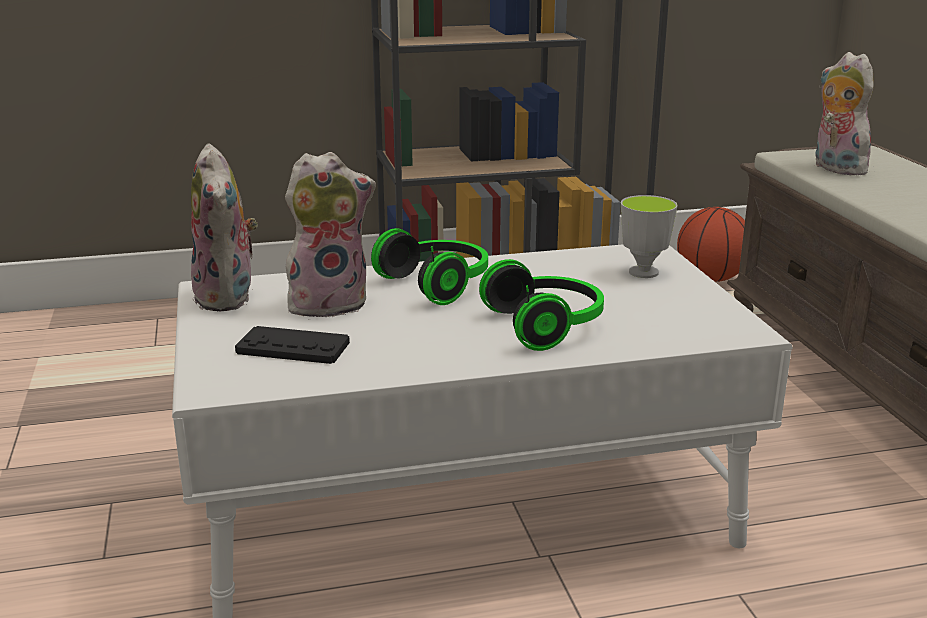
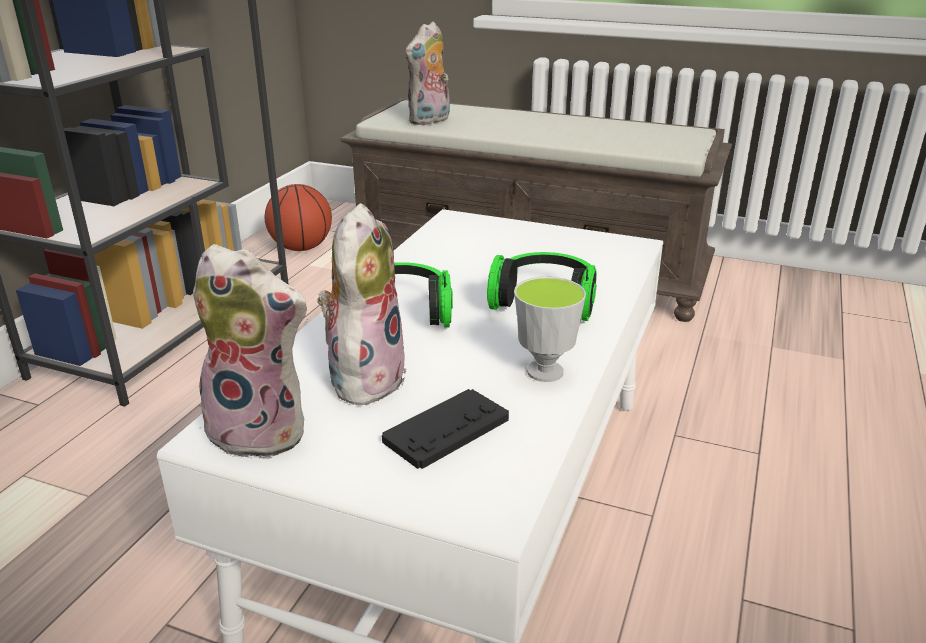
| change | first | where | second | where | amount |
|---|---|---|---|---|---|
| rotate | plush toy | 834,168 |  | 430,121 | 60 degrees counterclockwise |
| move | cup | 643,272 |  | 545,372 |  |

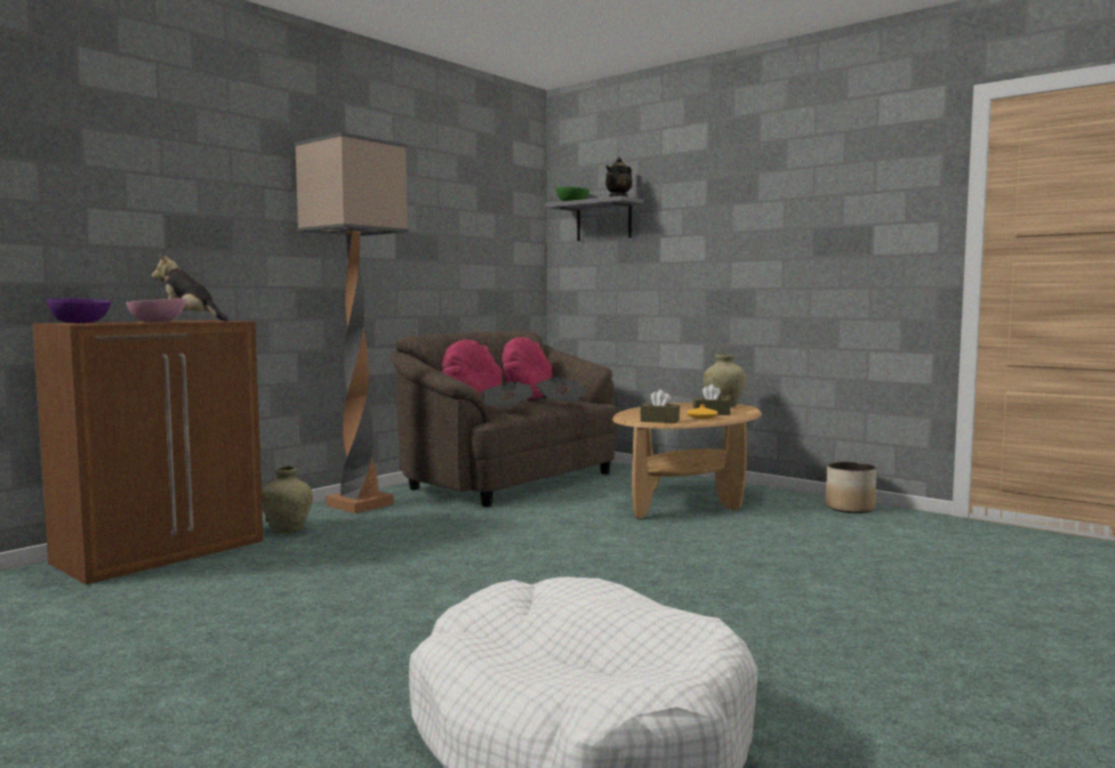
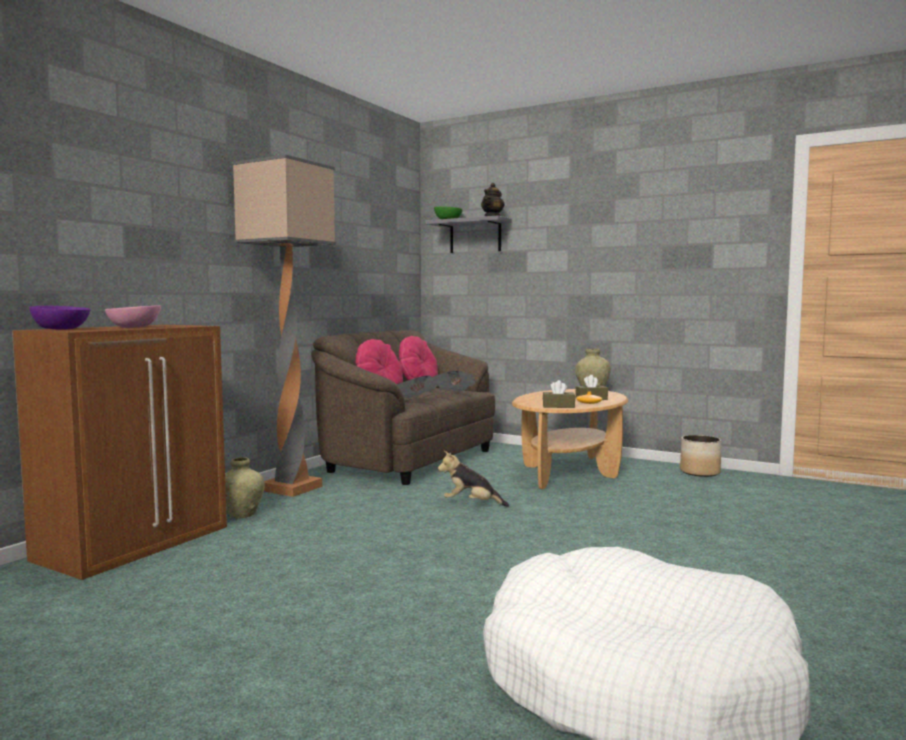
| change | first | where | second | where | amount |
|---|---|---|---|---|---|
| move | plush toy | 191,321 |  | 471,504 |  |

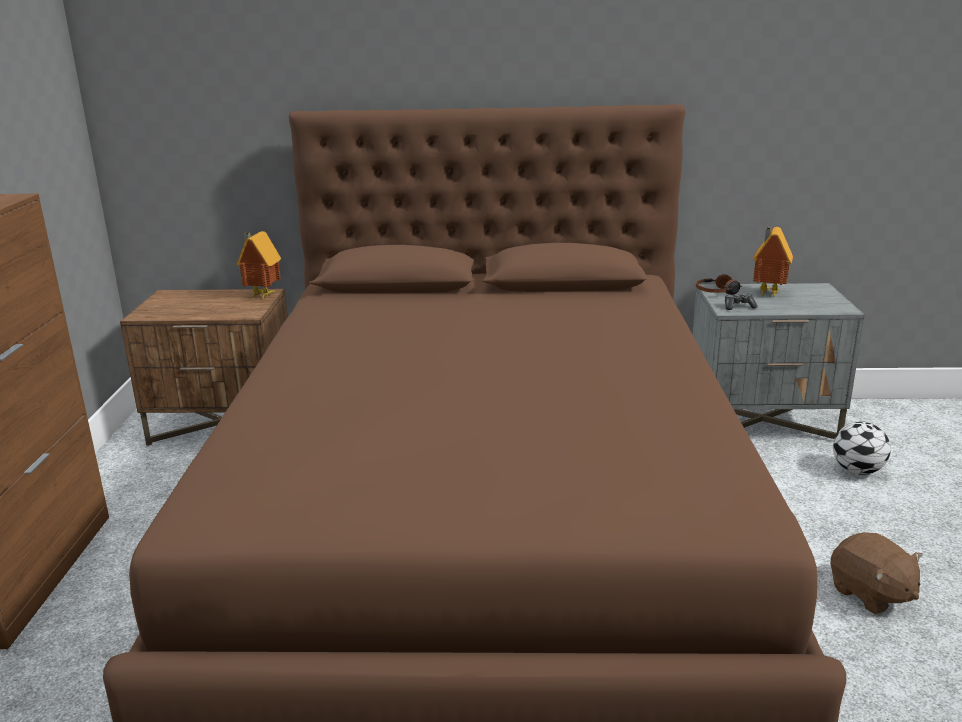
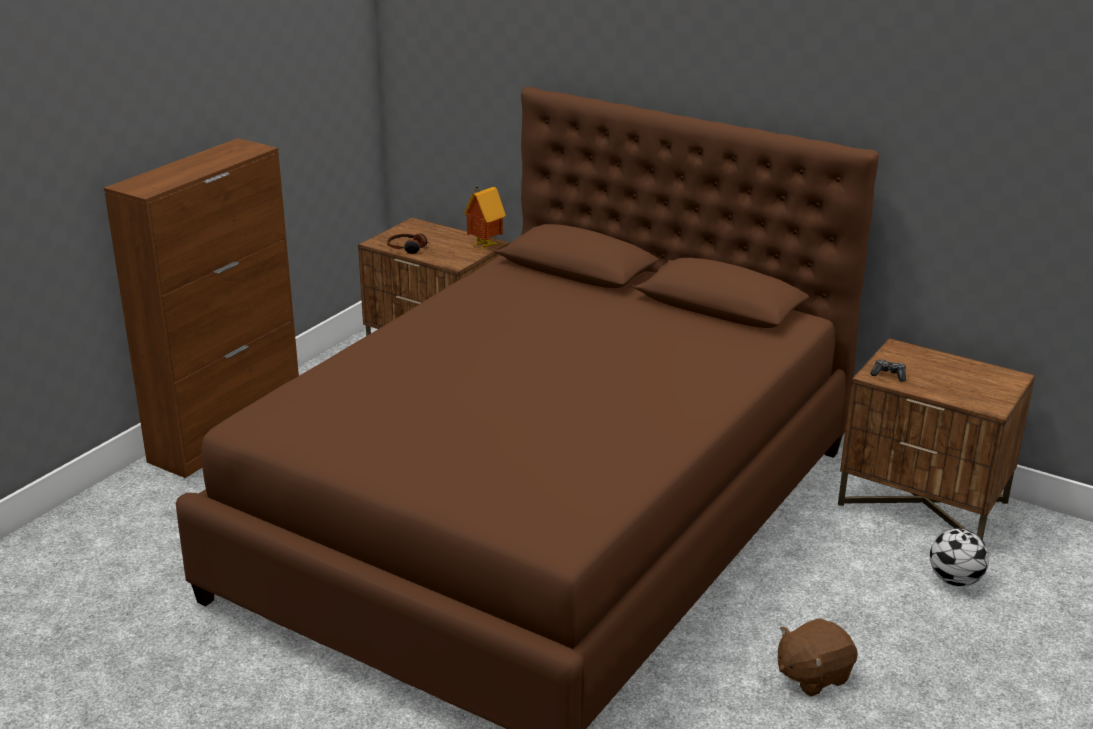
| change | first | where | second | where | amount |
|---|---|---|---|---|---|
| delete | toy house | 766,293 |  |  |  |
| move | headphones | 718,292 |  | 408,248 |  |
| recolor | nightstand/grey | 762,422 | nightstand/brown | 924,504 |  |
| rotate | plush toy/brown | 871,594 |  | 812,675 | 60 degrees clockwise |

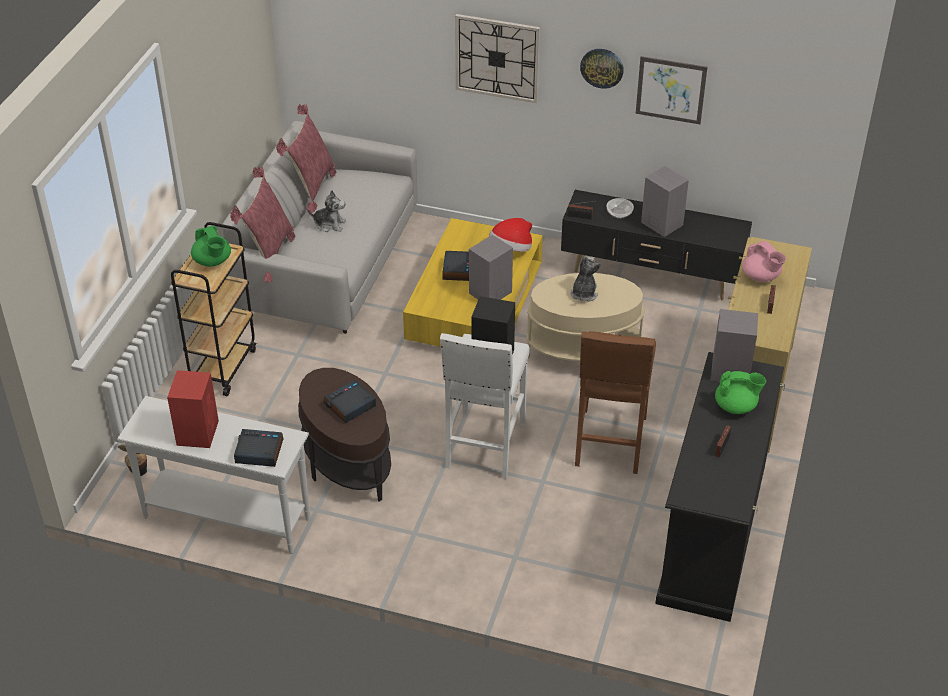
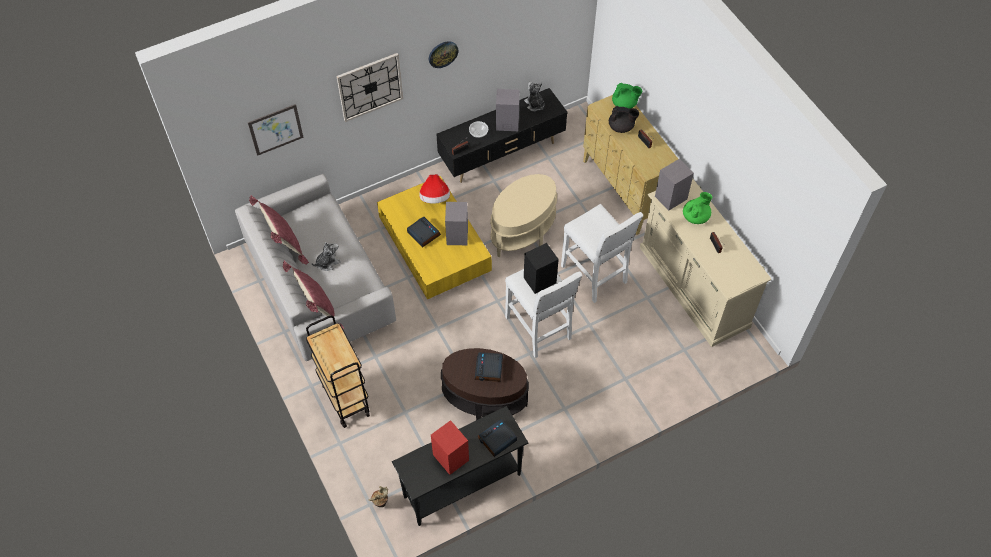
| change | first | where | second | where | amount |
|---|---|---|---|---|---|
| move | picture | 671,90 |  | 275,129 |  |
| move | teapot/green | 212,261 |  | 624,104 |  |
| recolor | teapot/pink | 761,276 | teapot/black | 621,127 |  |
| move | plush toy | 584,293 |  | 534,104 |  |
| recolor | stool/brown | 609,442 | stool/white | 595,275 |  |
| recolor | cabinet/black | 712,533 | cabinet/beige | 694,287 |  |
| recolor | console table/white | 225,519 | console table/black | 462,487 |  |

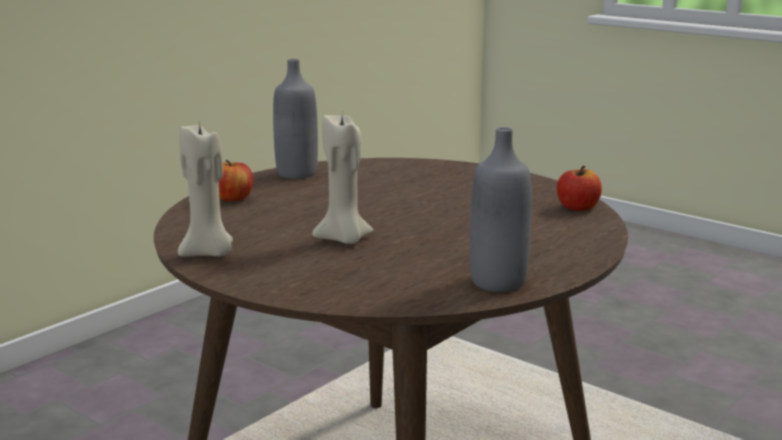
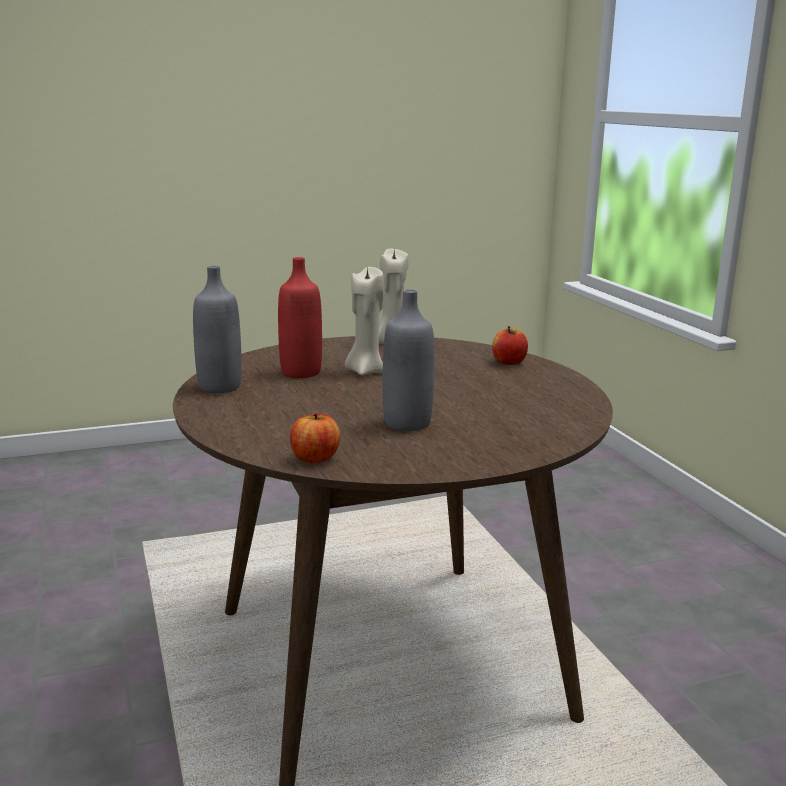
| change | first | where | second | where | amount |
|---|---|---|---|---|---|
| move | bottle/grey | 297,173 |  | 407,423 |  |
| insert |  |  | bottle/red | 301,372 |  |

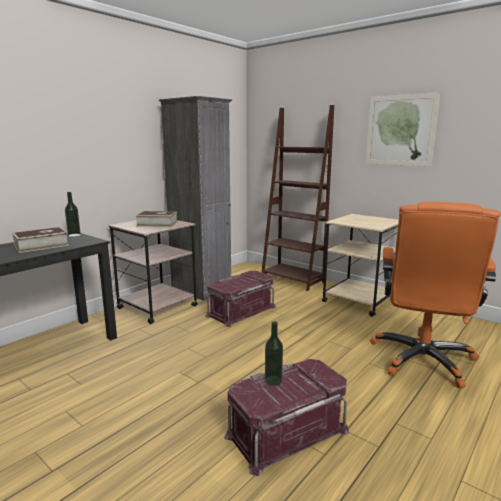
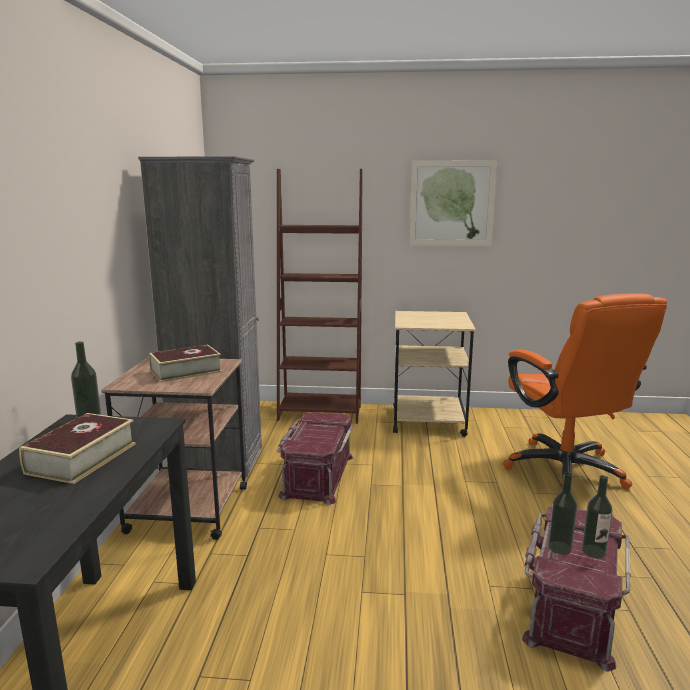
| change | first | where | second | where | amount |
|---|---|---|---|---|---|
| insert |  |  | bottle | 593,551 |  |

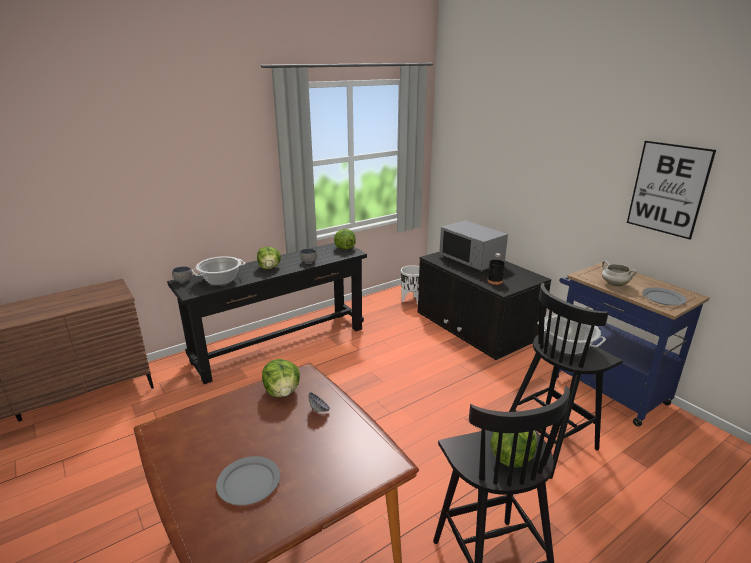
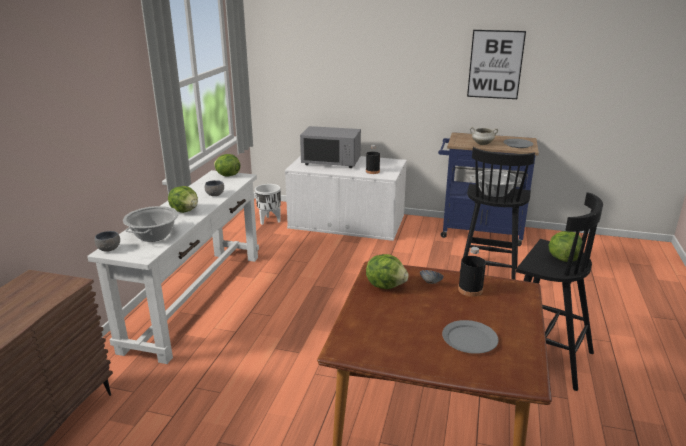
| change | first | where | second | where | amount |
|---|---|---|---|---|---|
| recolor | console table/black | 280,344 | console table/white | 197,299 |  |
| recolor | cabinet/black | 476,325 | cabinet/white | 347,222 |  |
| insert |  |  | bottle/black | 470,290 |  |

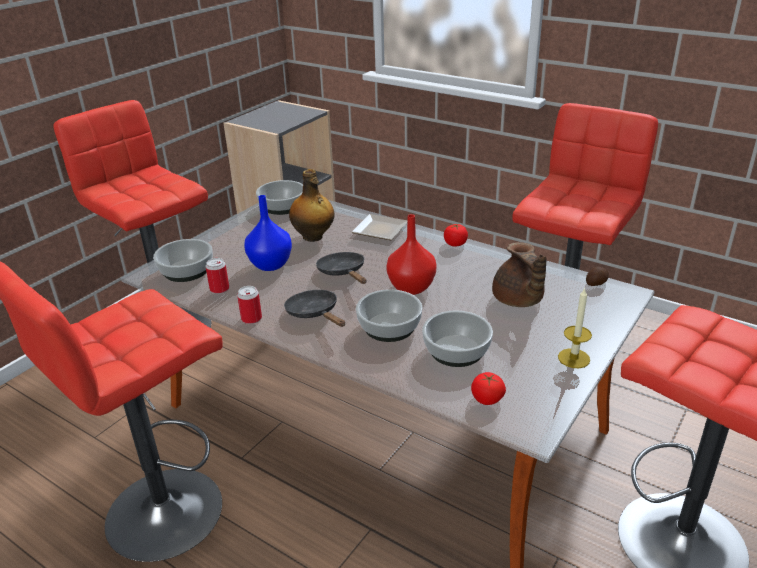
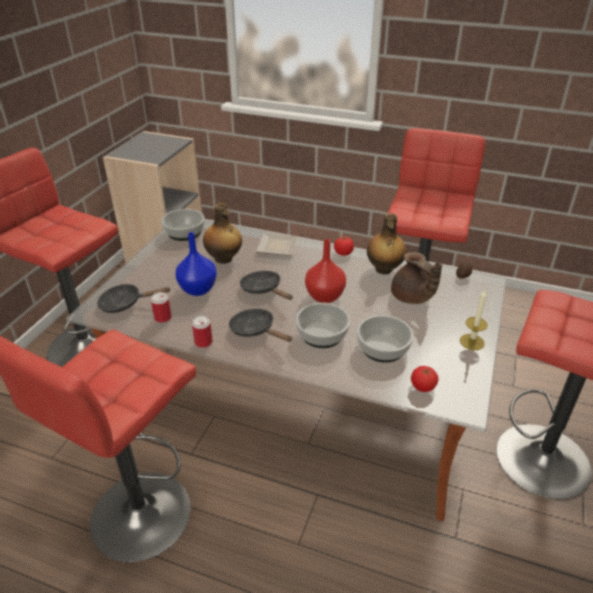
| change | first | where | second | where | amount |
|---|---|---|---|---|---|
| replace | bowl | 187,270 | frying pan/black | 125,303 |  |
| insert |  |  | bottle | 384,269 |  |

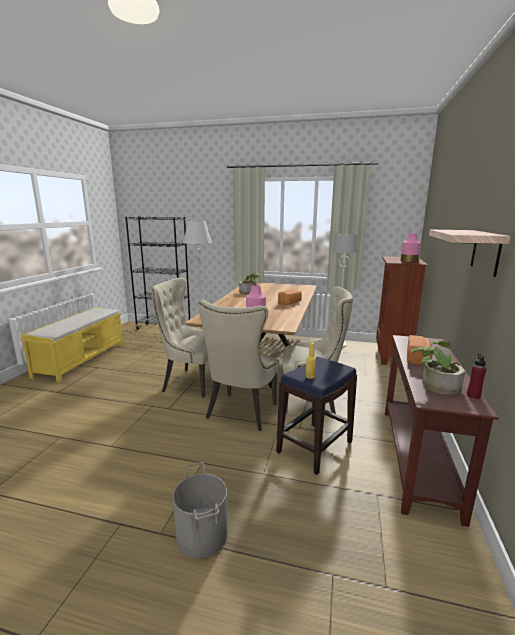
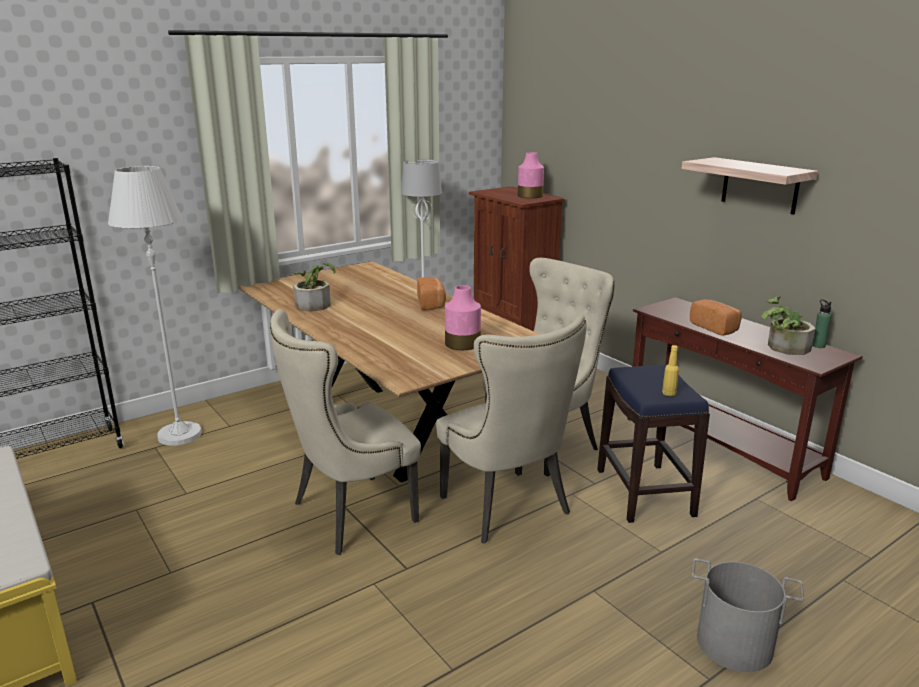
| change | first | where | second | where | amount |
|---|---|---|---|---|---|
| recolor | bottle/red | 473,396 | bottle/green | 818,345 |  |

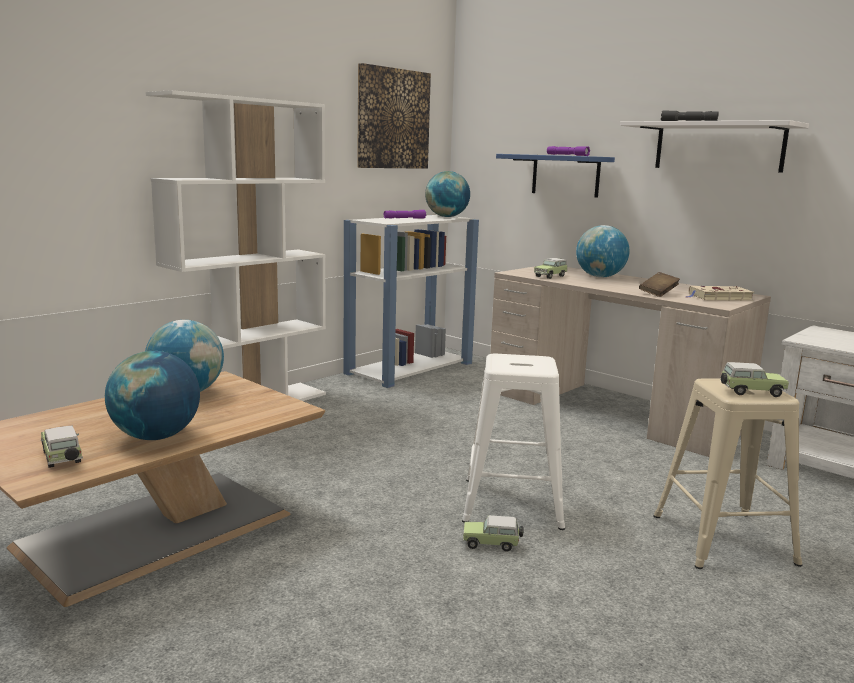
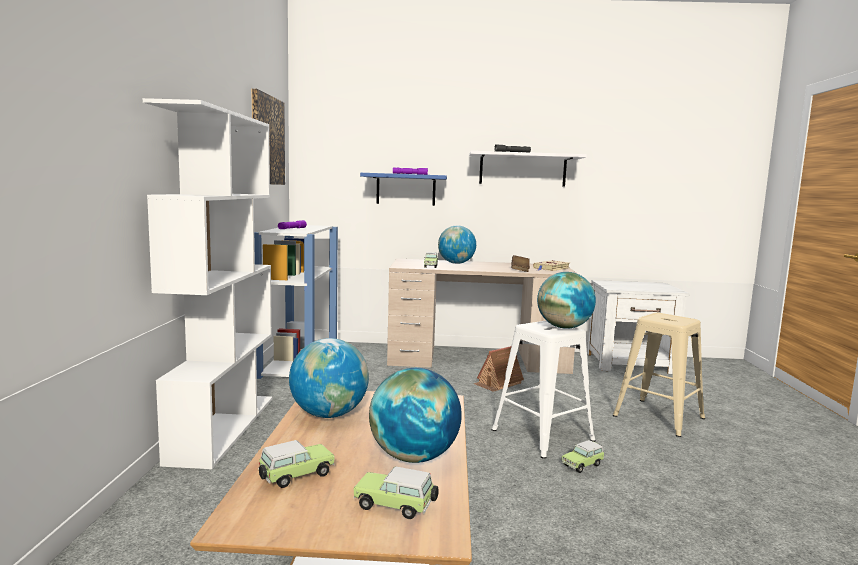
| change | first | where | second | where | amount |
|---|---|---|---|---|---|
| move | globe | 447,217 |  | 564,327 |  |
| move | toy car | 750,392 |  | 294,476 |  |
| insert |  |  | toy house | 498,383 |  |

